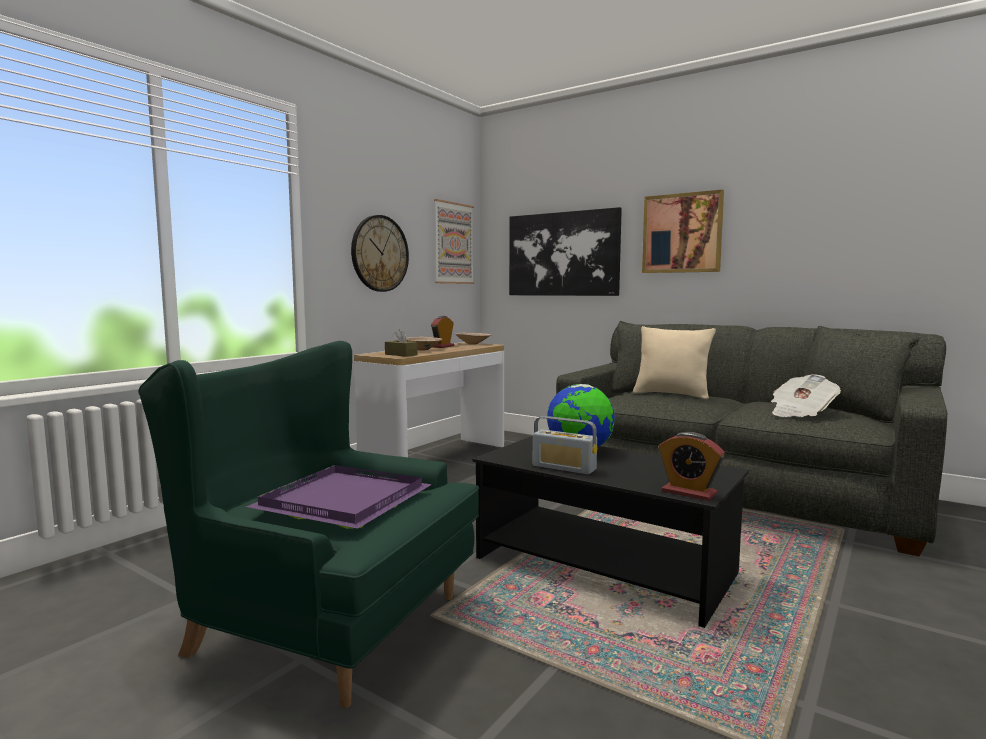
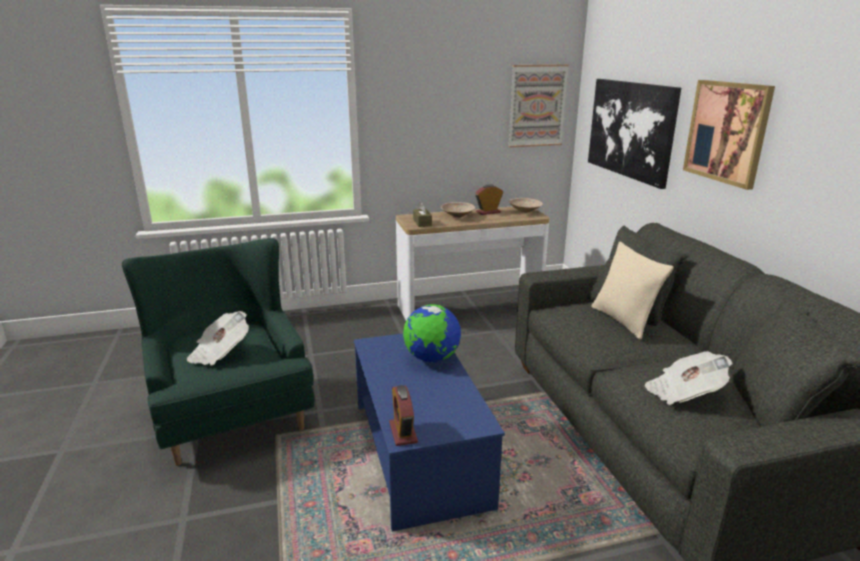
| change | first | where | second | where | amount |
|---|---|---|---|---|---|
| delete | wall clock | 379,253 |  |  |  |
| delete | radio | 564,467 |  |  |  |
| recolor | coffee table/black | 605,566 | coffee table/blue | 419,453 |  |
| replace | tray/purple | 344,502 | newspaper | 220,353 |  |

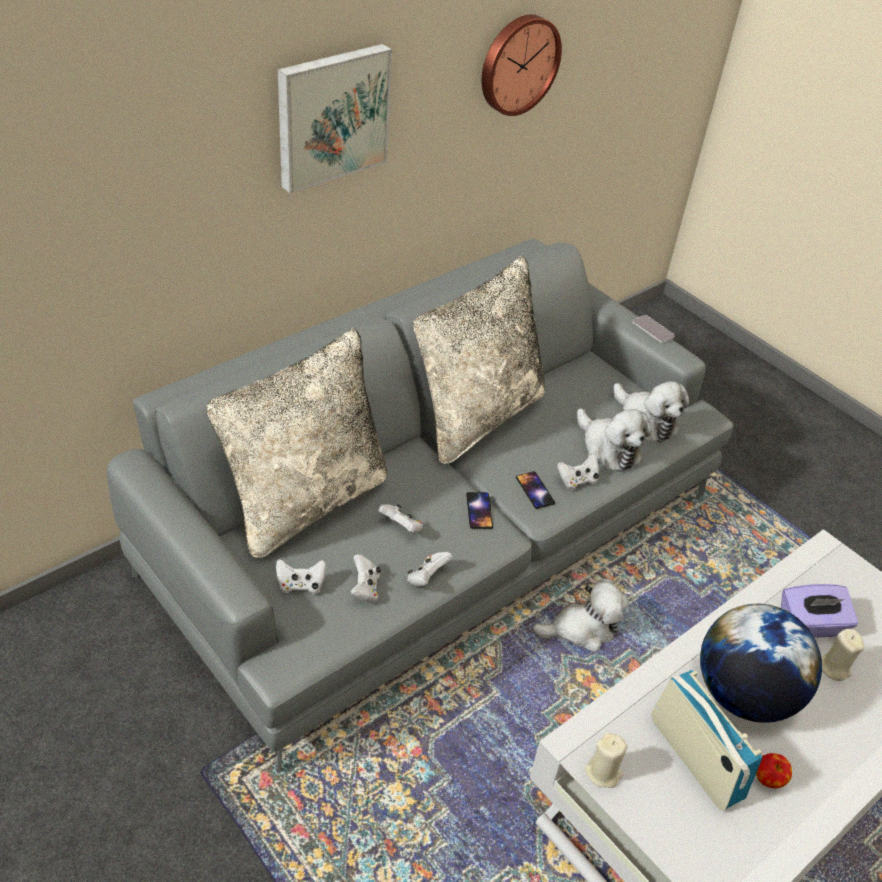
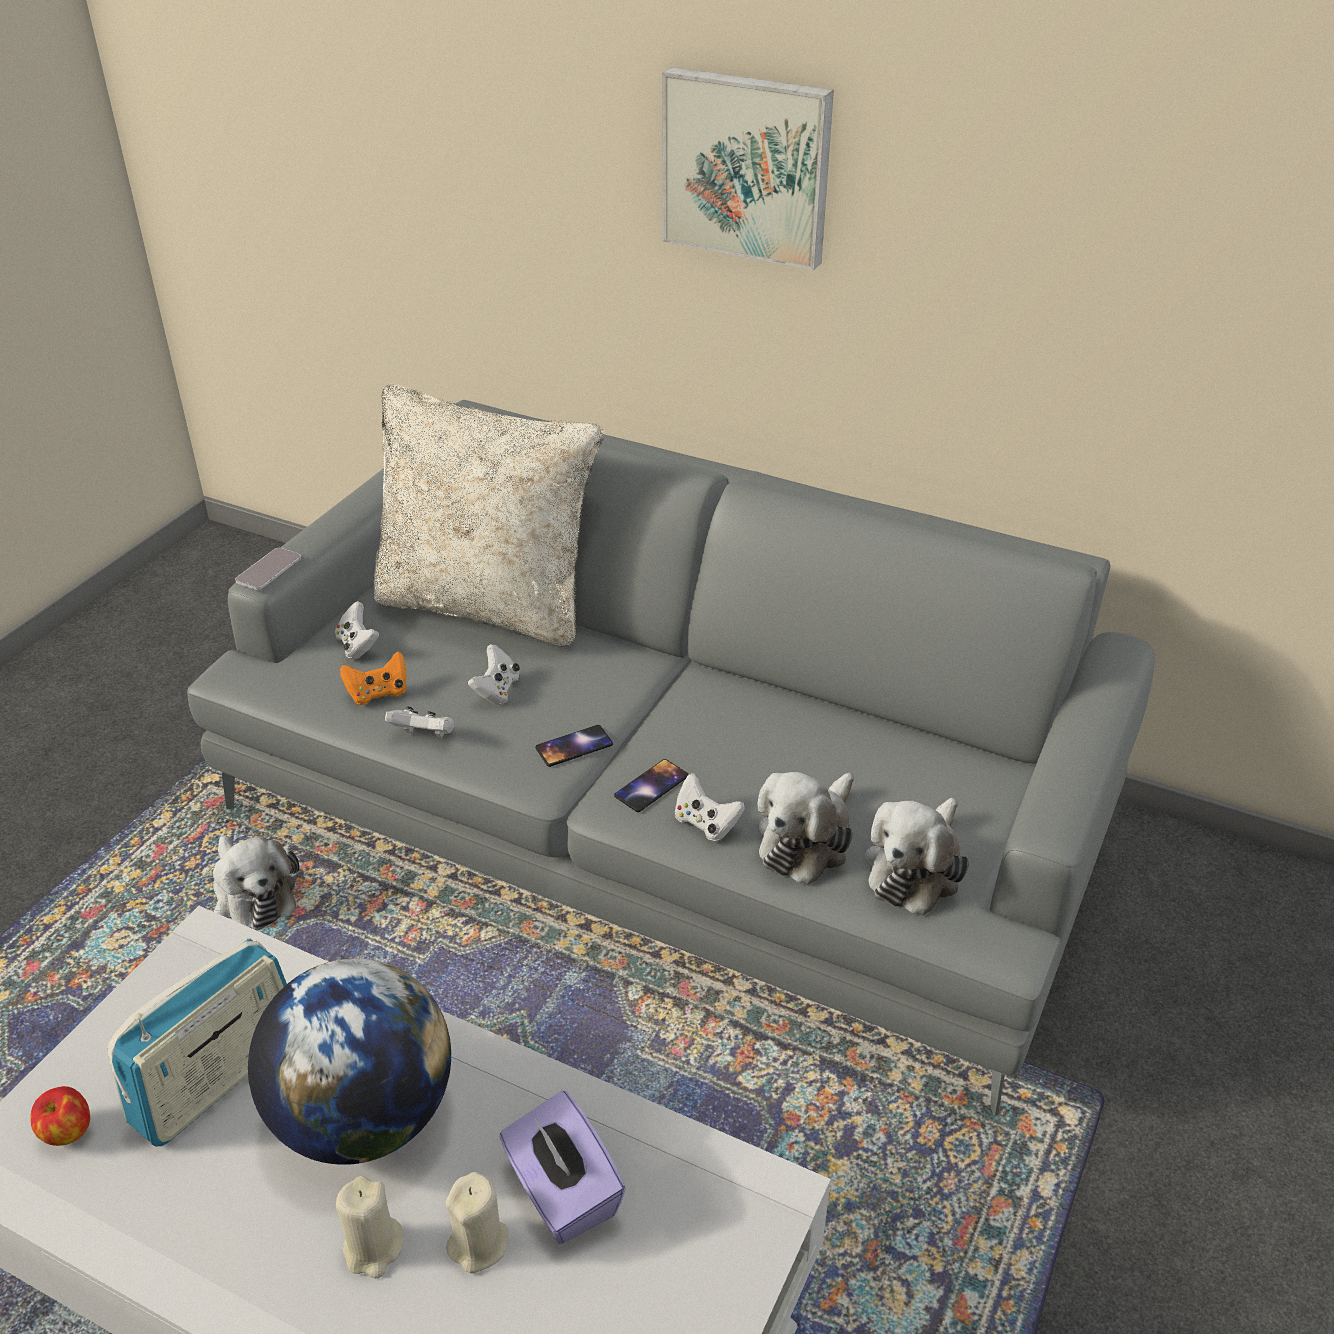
| change | first | where | second | where | amount |
|---|---|---|---|---|---|
| delete | wall clock | 518,64 |  |  |  |
| delete | pillow/beige | 478,419 |  |  |  |
| move | phone | 653,330 |  | 269,570 |  |
| recolor | game controller/white | 365,589 | game controller/orange | 378,693 |  |
| move | plush toy | 582,629 |  | 253,895 |  |
| move | candle/beige | 603,772 |  | 373,1248 |  |
| move | apple | 768,779 |  | 67,1132 |  |

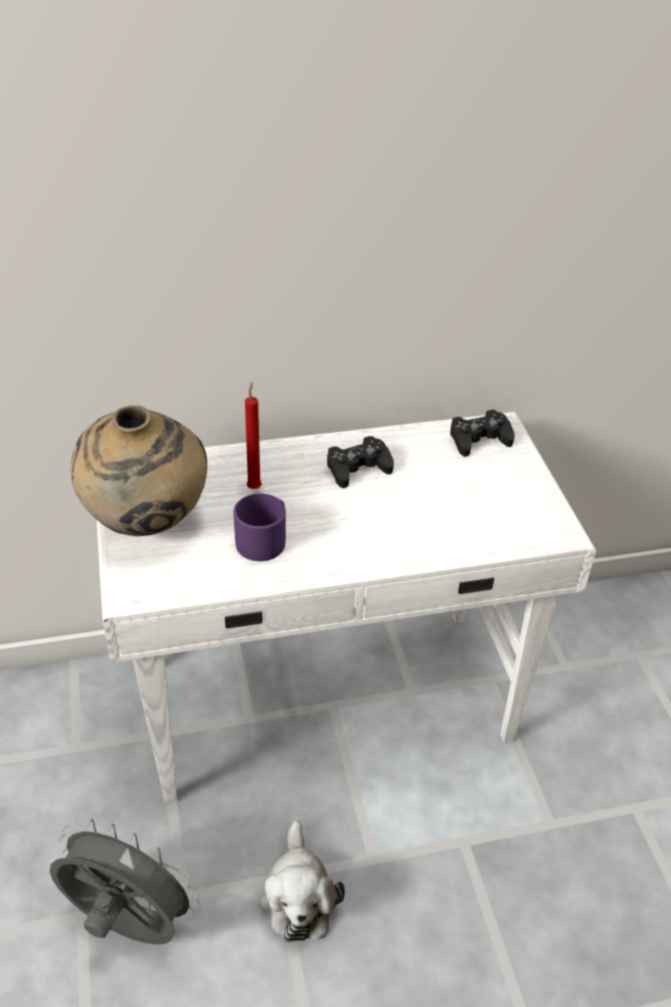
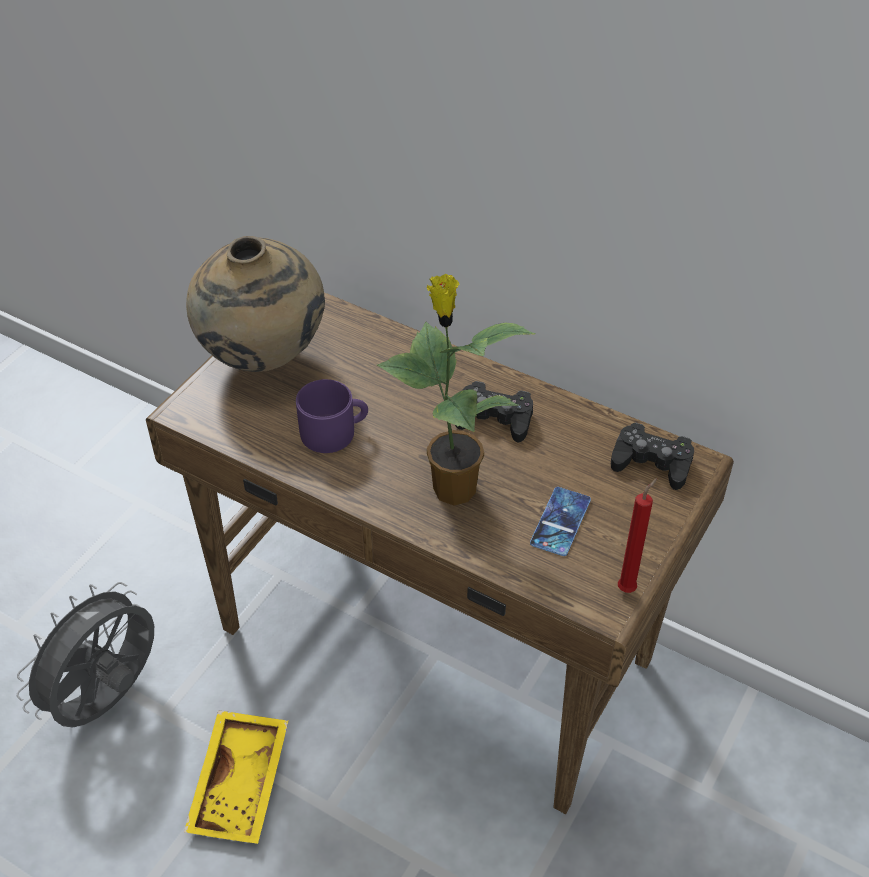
| change | first | where | second | where | amount |
|---|---|---|---|---|---|
| move | candle/red | 254,487 |  | 628,587 |  |
| recolor | console table/white | 328,699 | console table/brown | 438,646 |  |
| rotate | fan/grey | 127,924 |  | 108,700 | 120 degrees counterclockwise |
| replace | plush toy | 298,895 | tray/yellow | 242,784 |  |
| insert |  |  | potted plant | 451,487 |  |
| insert |  |  | phone | 560,521 |  |

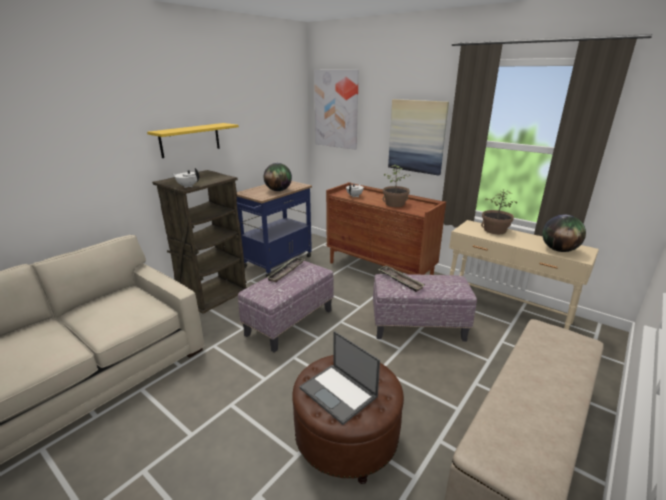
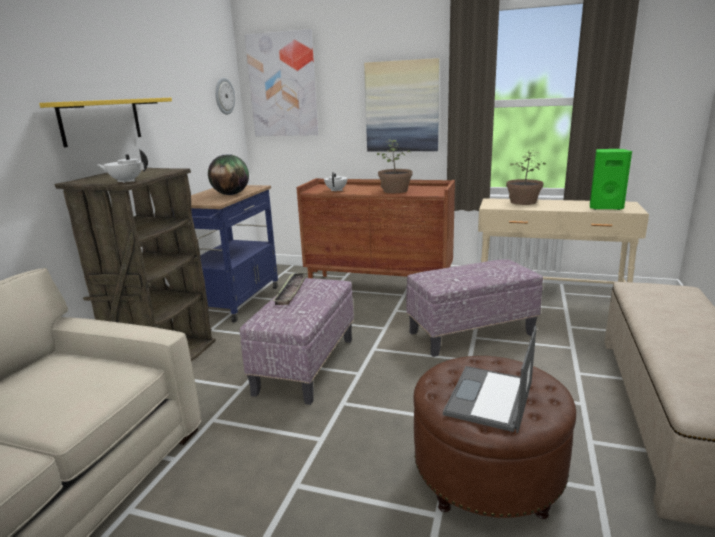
| change | first | where | second | where | amount |
|---|---|---|---|---|---|
| replace | globe | 559,250 | speaker/green | 604,207 |  |
| delete | tray | 400,280 |  |  |  |
| rotate | laptop | 339,393 |  | 489,399 | 90 degrees clockwise |
| insert |  |  | wall clock | 224,96 |  |

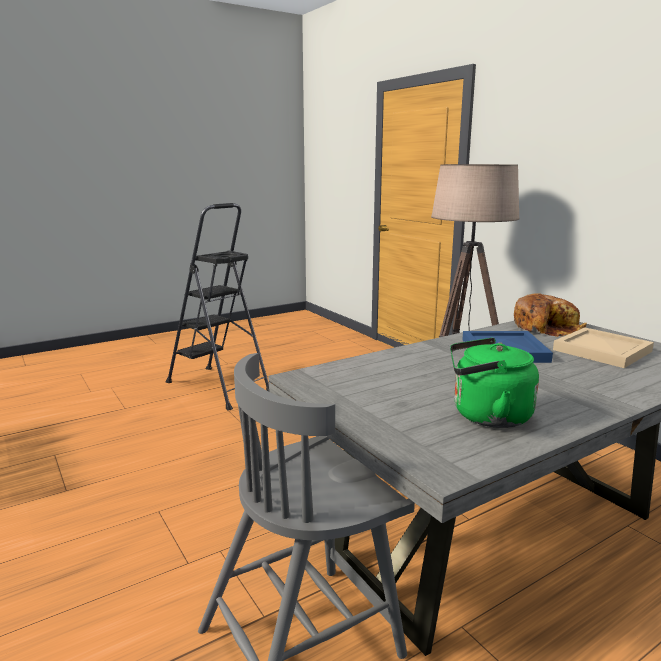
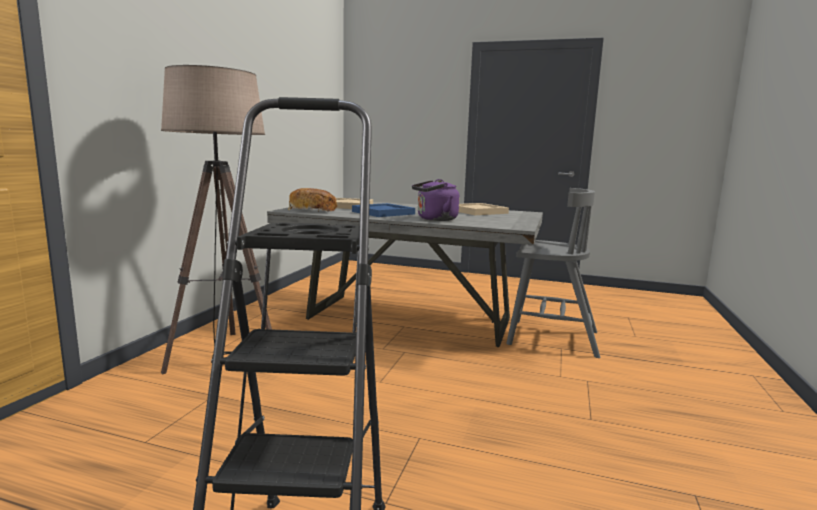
| change | first | where | second | where | amount |
|---|---|---|---|---|---|
| replace | kettle/green | 486,416 | tray/beige | 478,212 |  |
| insert |  |  | kettle/purple | 435,219 |  |

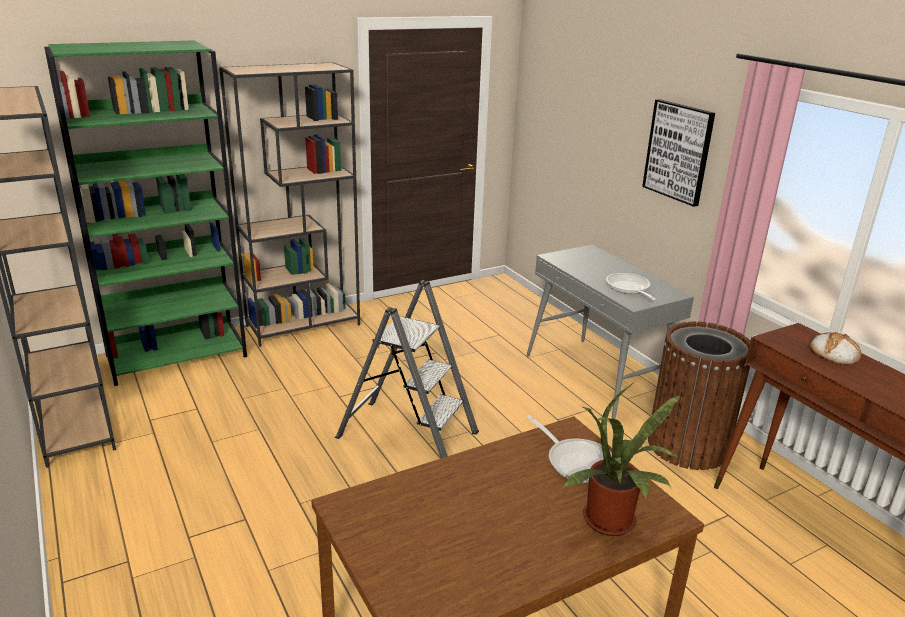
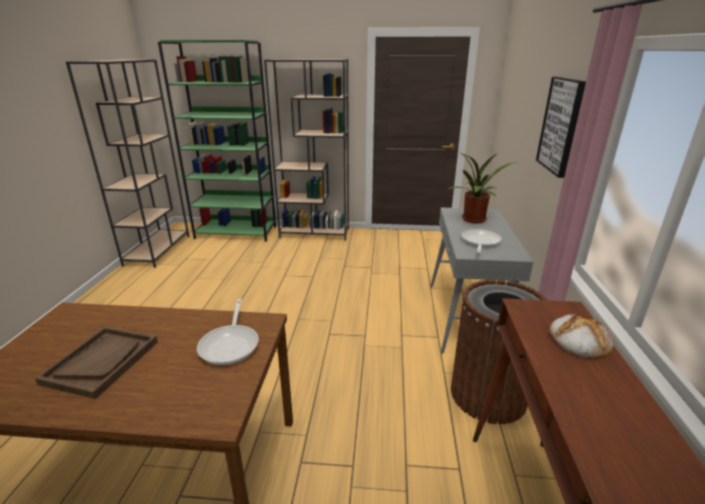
| change | first | where | second | where | amount |
|---|---|---|---|---|---|
| delete | step ladder/grey | 406,433 |  |  |  |
| move | potted plant | 612,524 |  | 474,220 |  |
| insert |  |  | tray/brown | 102,362 |  |

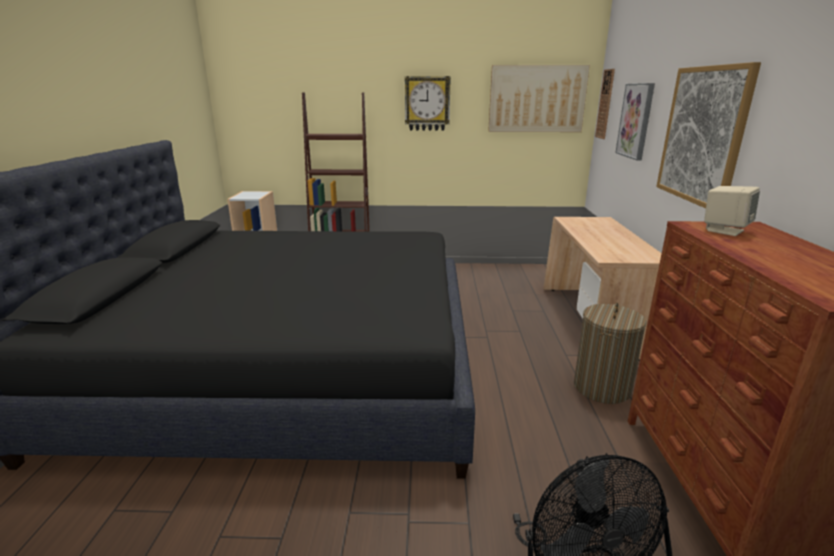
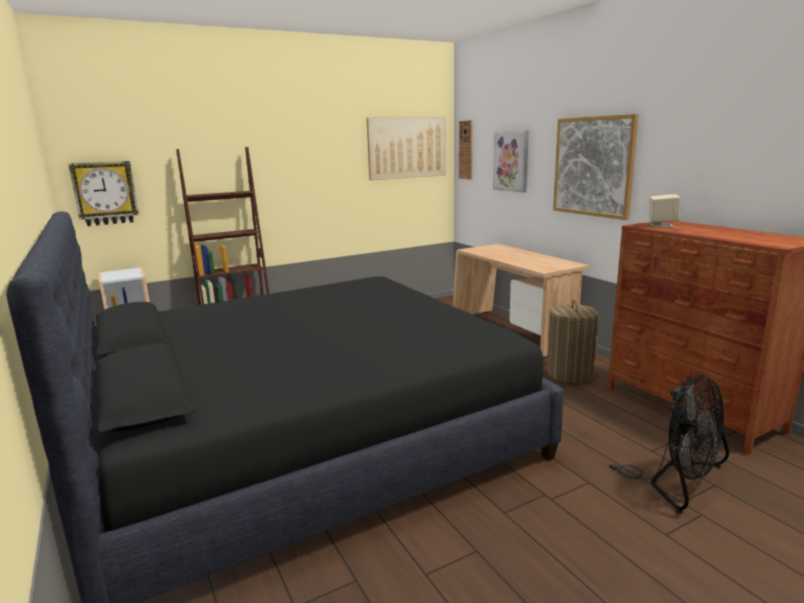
| change | first | where | second | where | amount |
|---|---|---|---|---|---|
| move | wall clock | 427,103 |  | 105,193 |  |

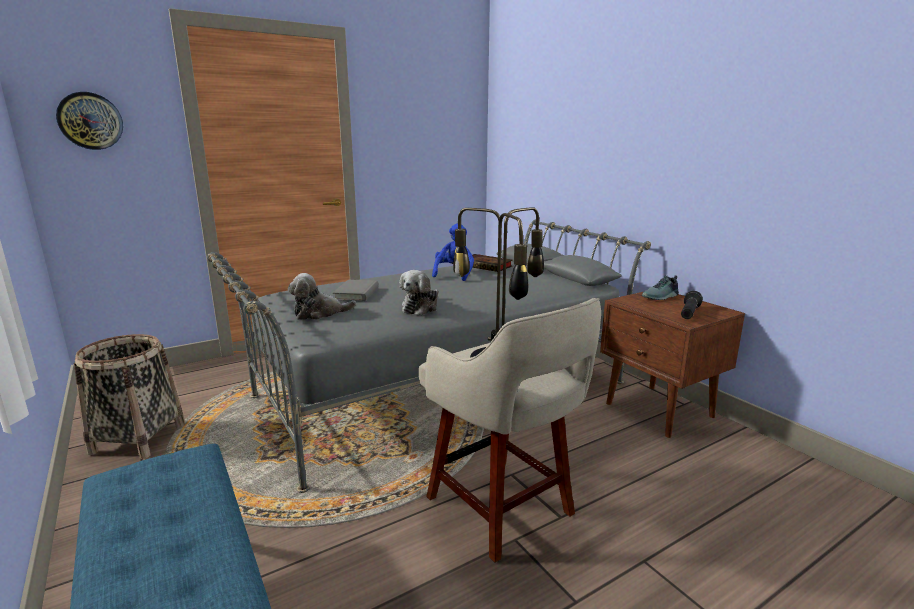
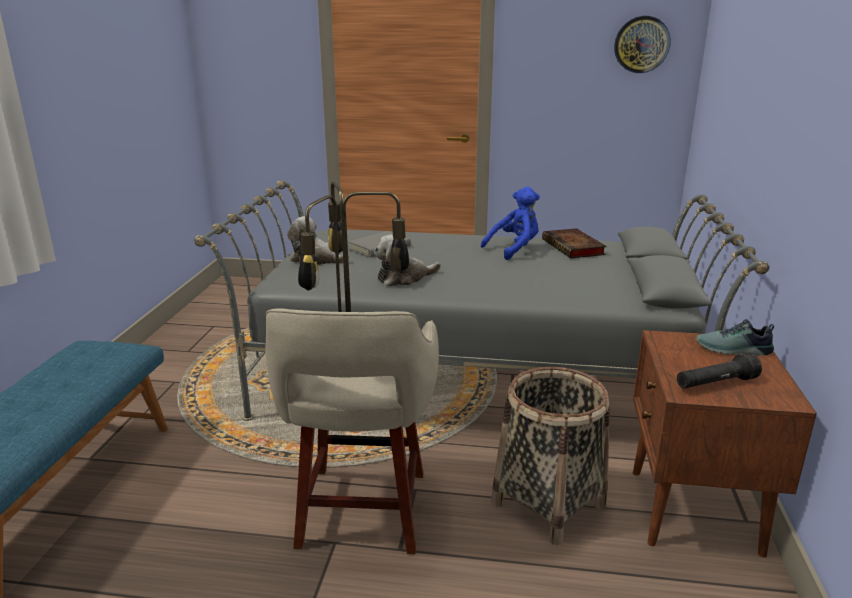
| change | first | where | second | where | amount |
|---|---|---|---|---|---|
| move | wall clock | 90,121 |  | 641,44 |  |
| move | basket | 138,439 |  | 548,504 |  |

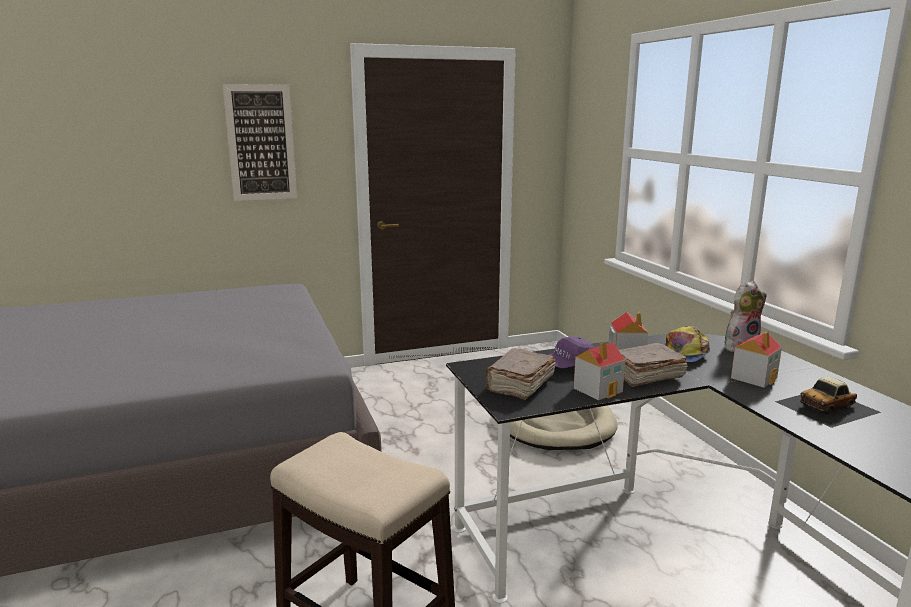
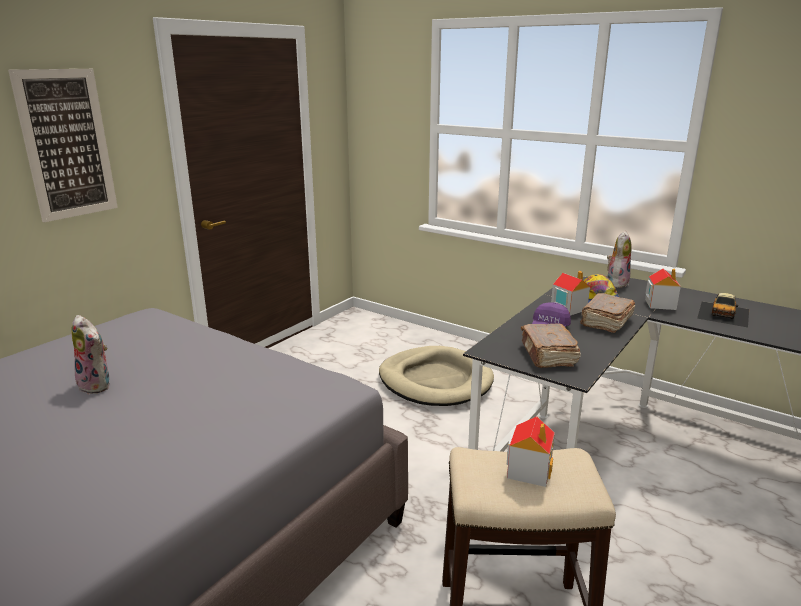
| change | first | where | second | where | amount |
|---|---|---|---|---|---|
| move | toy house | 598,389 |  | 529,470 |  |
| insert |  |  | plush toy | 98,385 |  |

